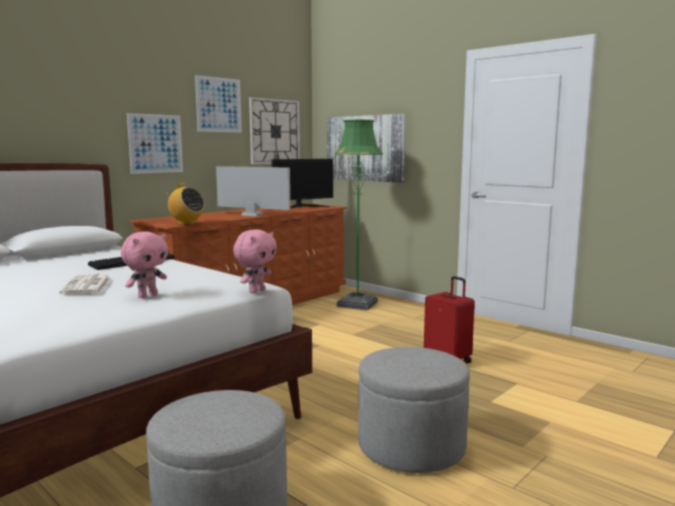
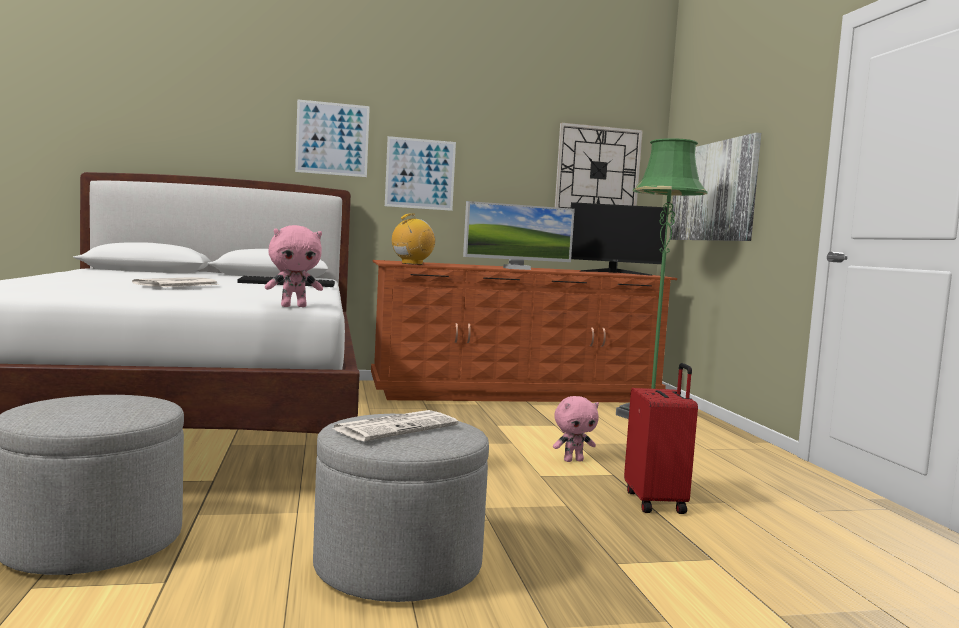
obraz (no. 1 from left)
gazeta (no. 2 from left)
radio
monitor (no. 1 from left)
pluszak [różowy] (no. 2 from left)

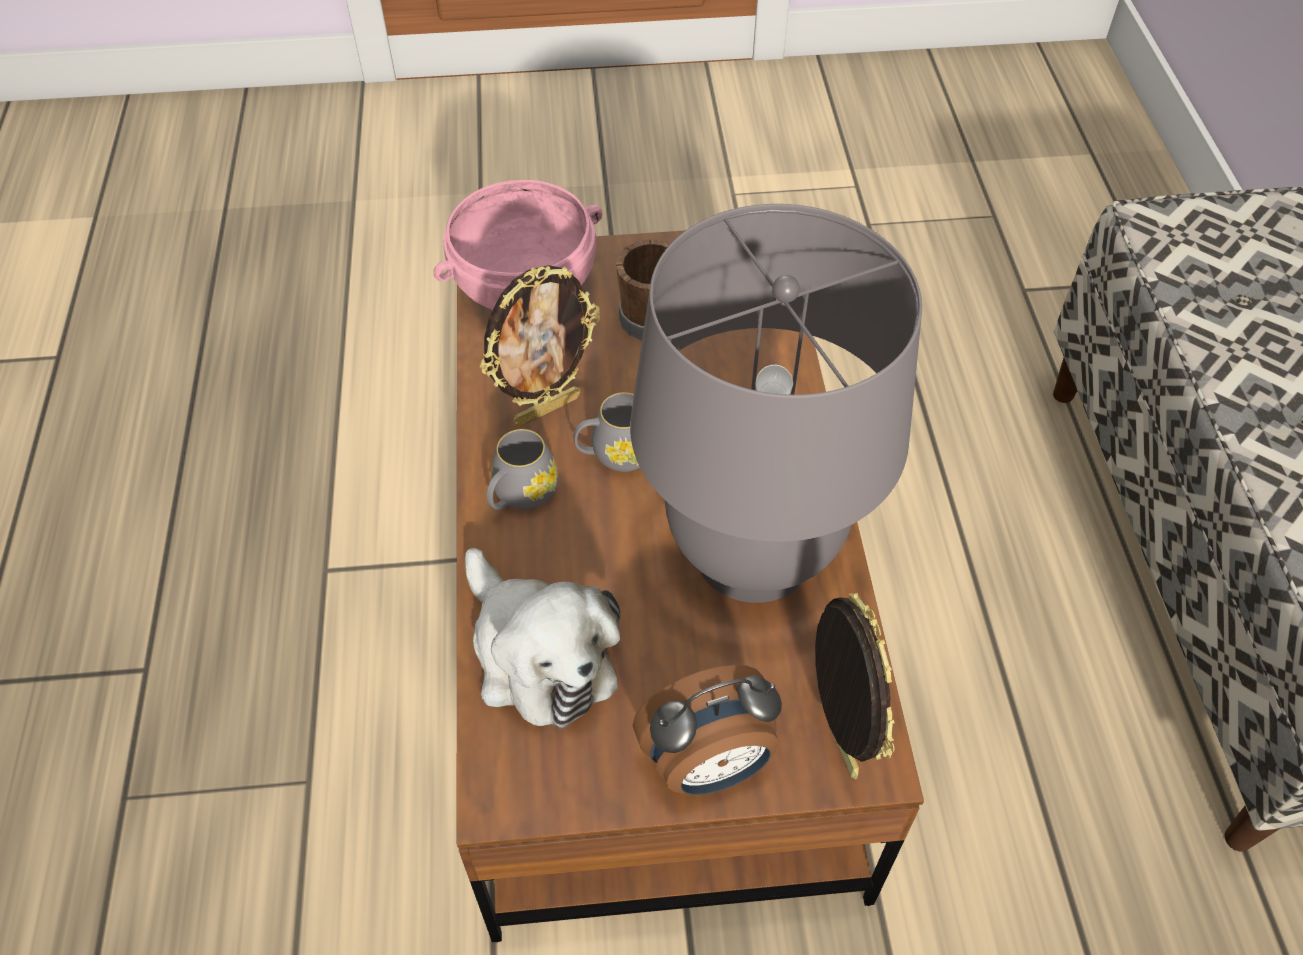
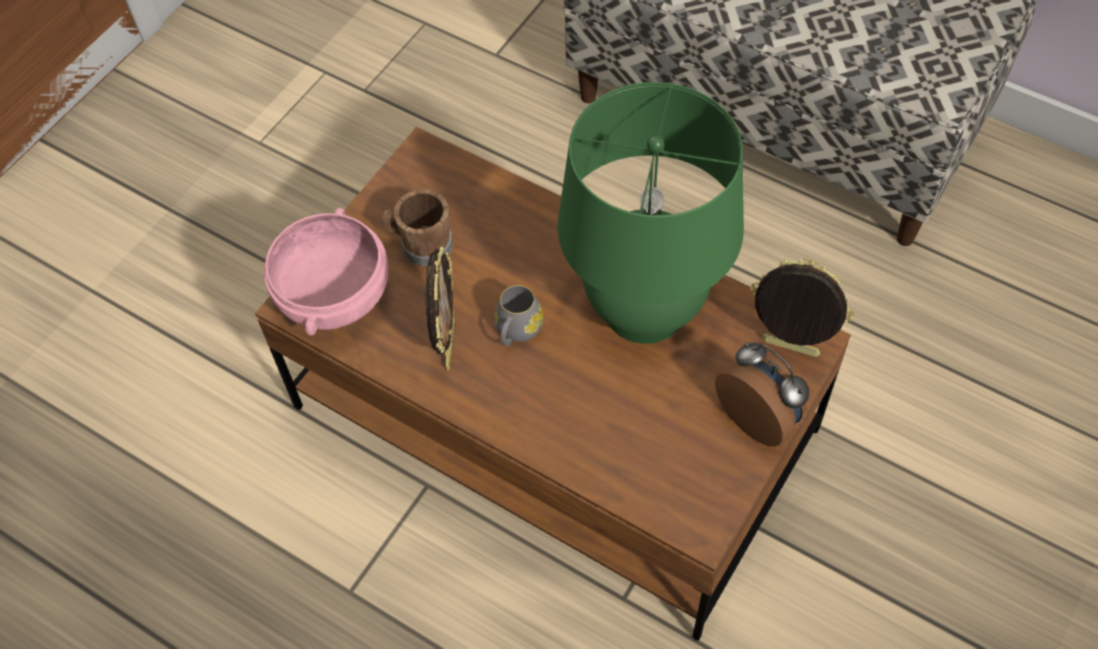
lampa stołowa [zielony]
budzik
pluszak
kubek [szary] (no. 1 from left in the first image)

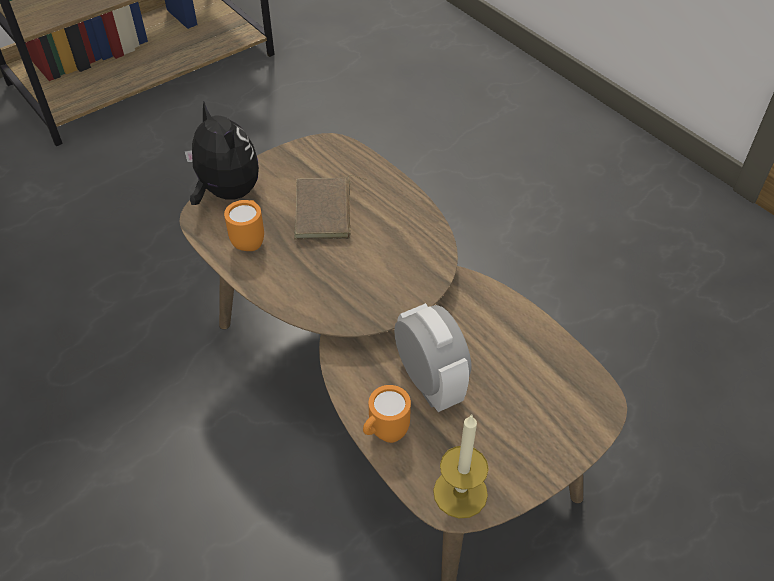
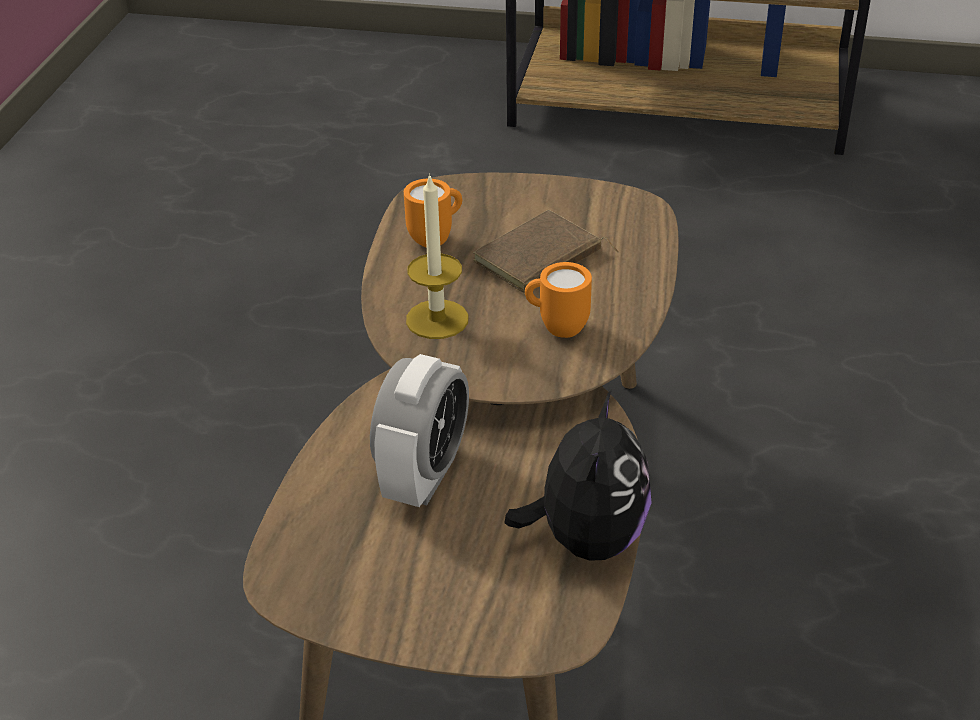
świeca
pluszak
kubek [pomarańczowy] (no. 2 from left)

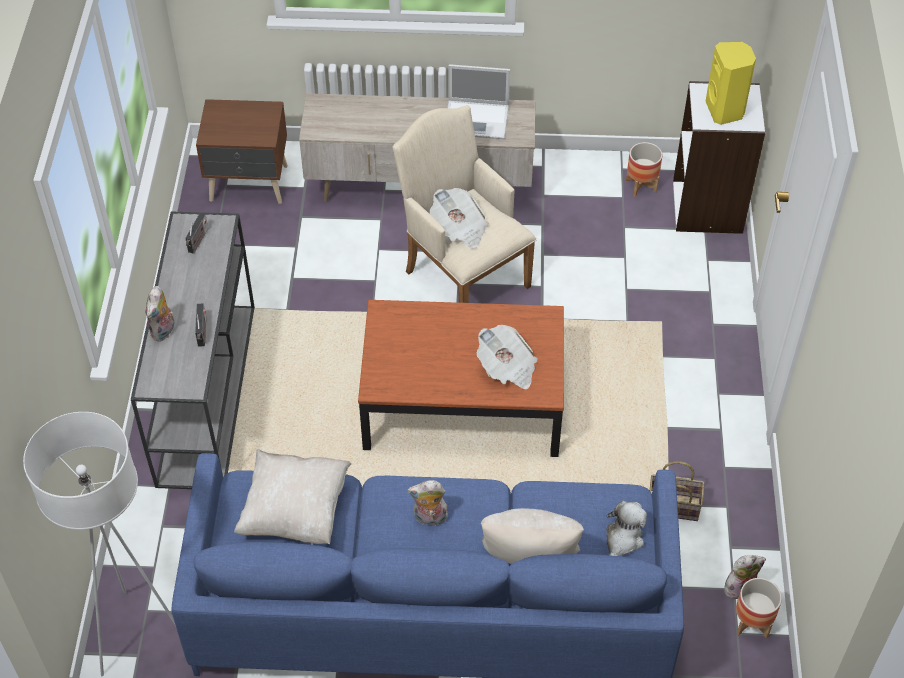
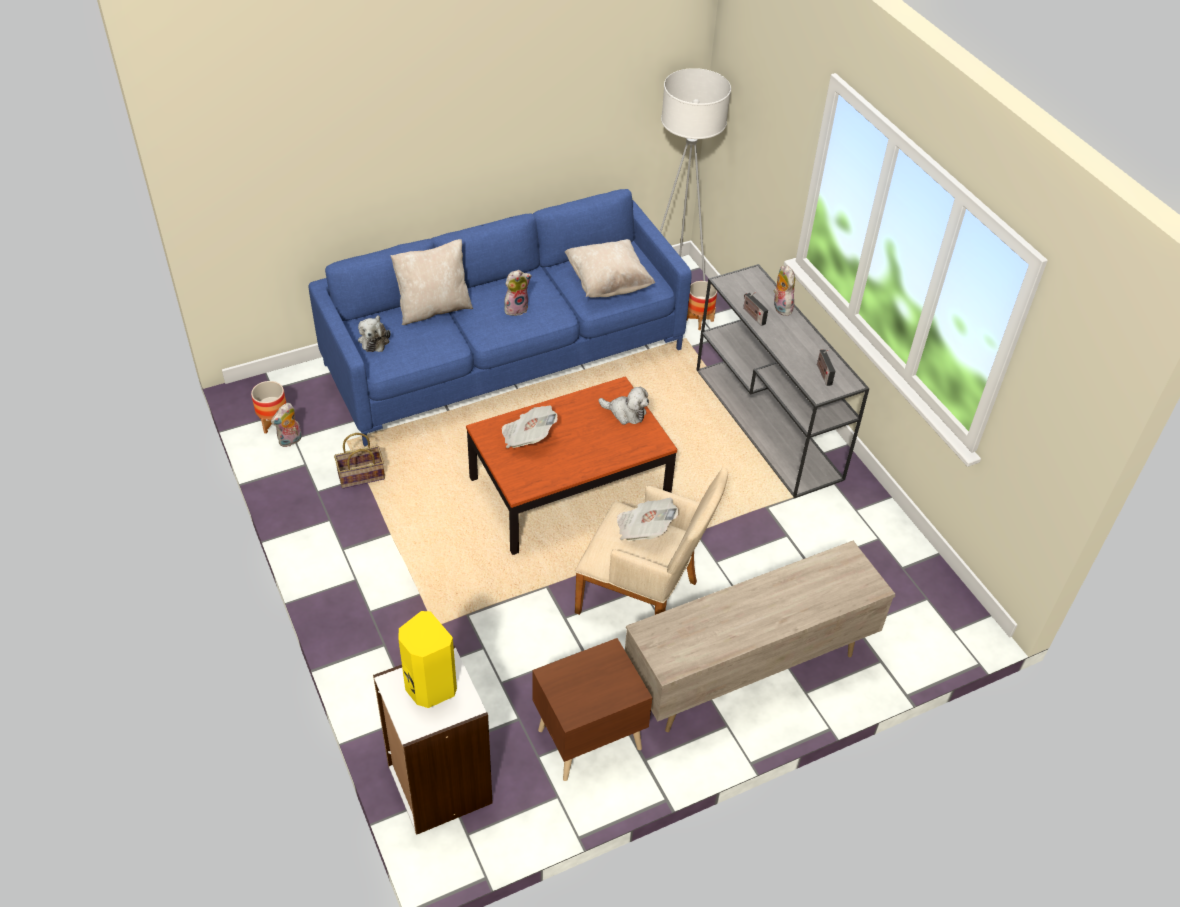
szafka nocna [brązowy]
pluszak (no. 4 from left)
donica (no. 2 from left)
laptop

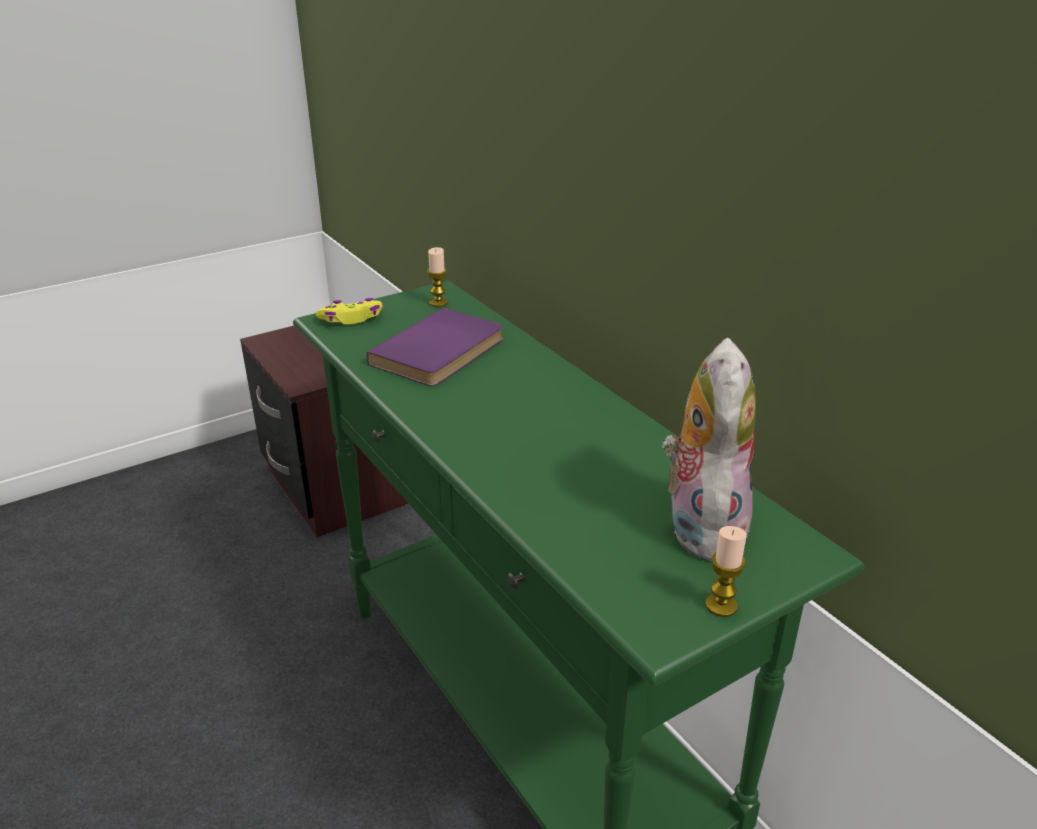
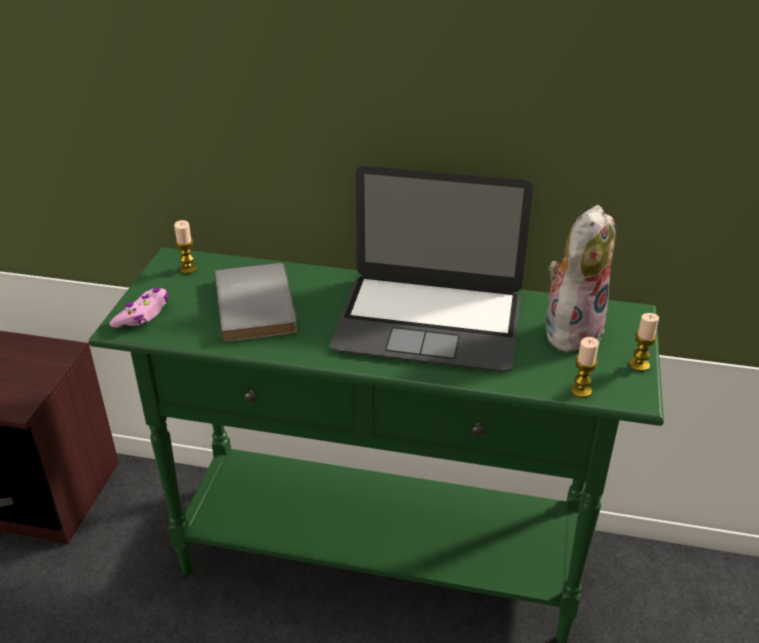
pad do gier [różowy]
książka [szary]
laptop
pluszak
świeca (no. 2 from left)

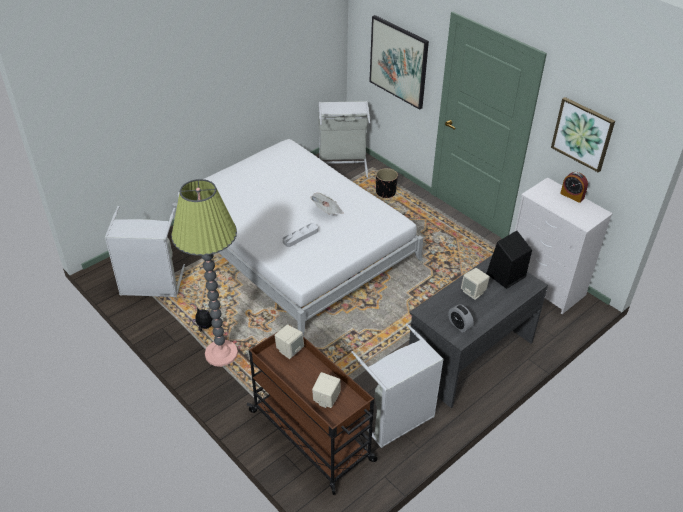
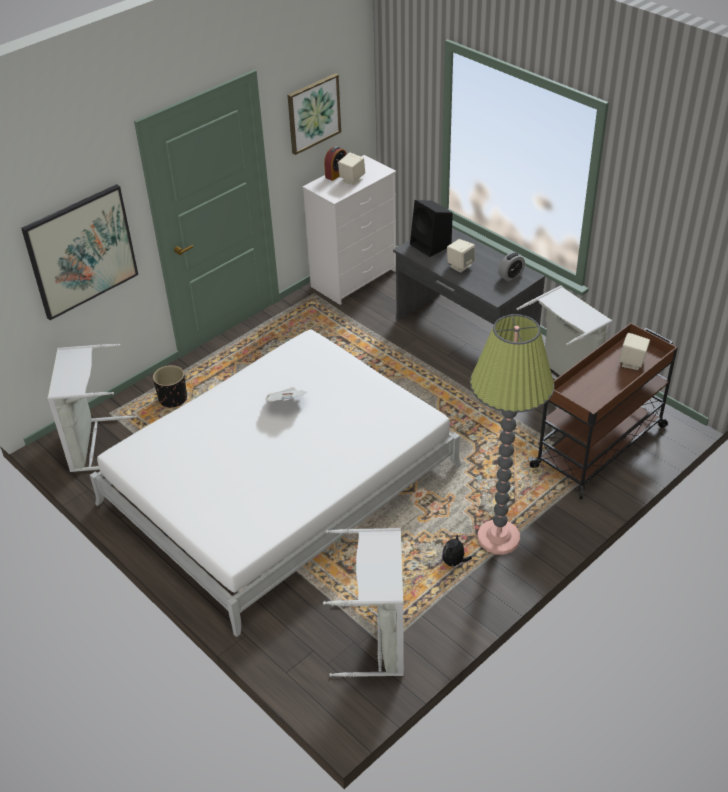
głośnik [beżowy] (no. 1 from left)
taca [szary]

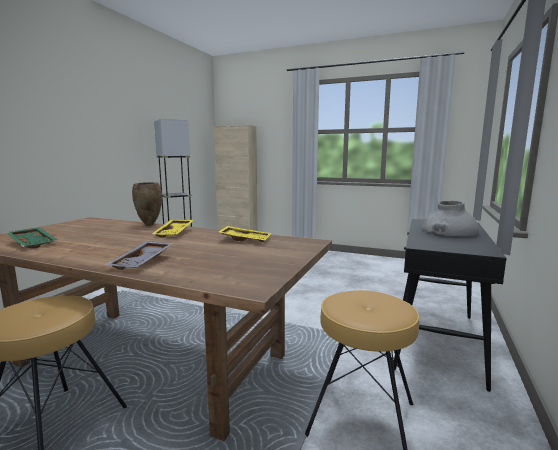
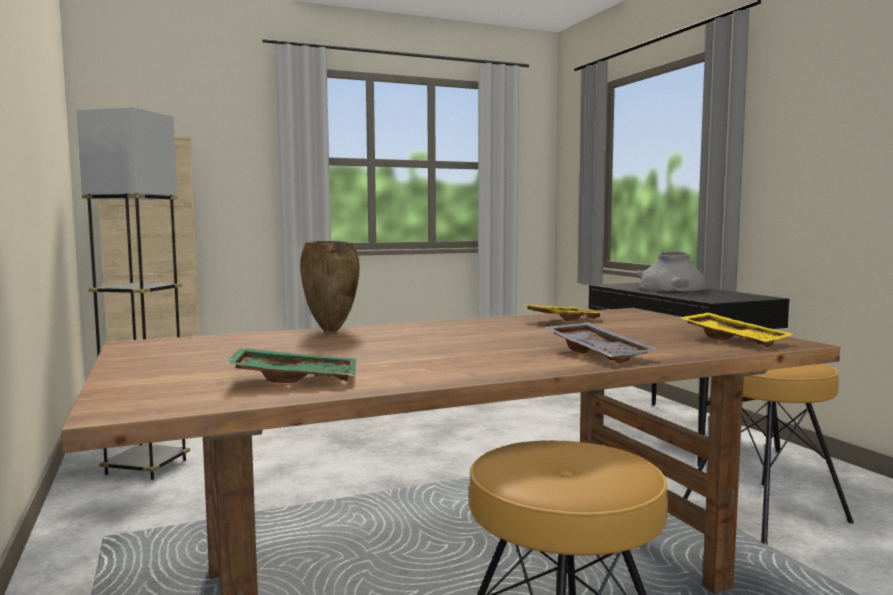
taca [żółty] (no. 2 from left)

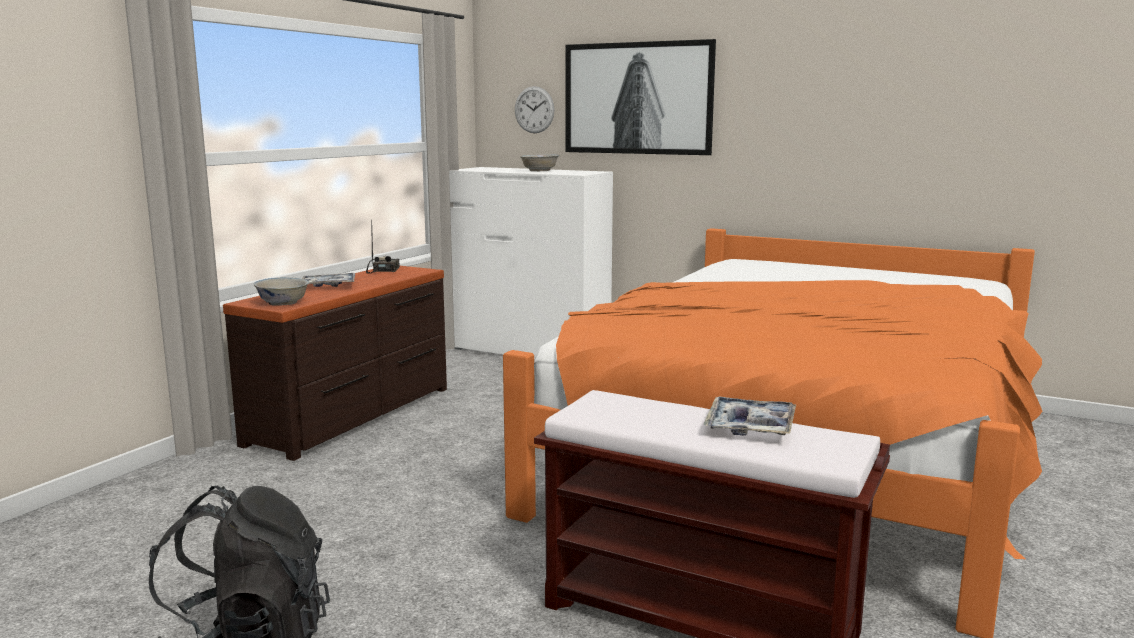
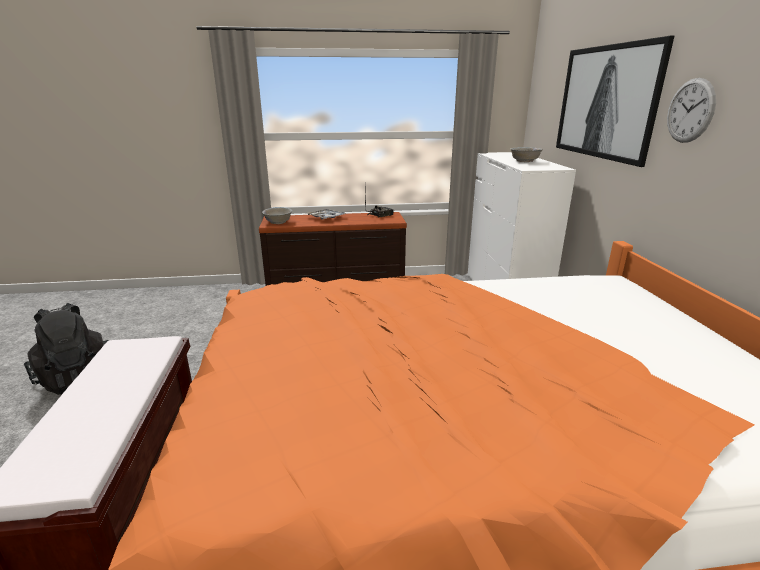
zegar ścienny
taca (no. 2 from left in the first image)

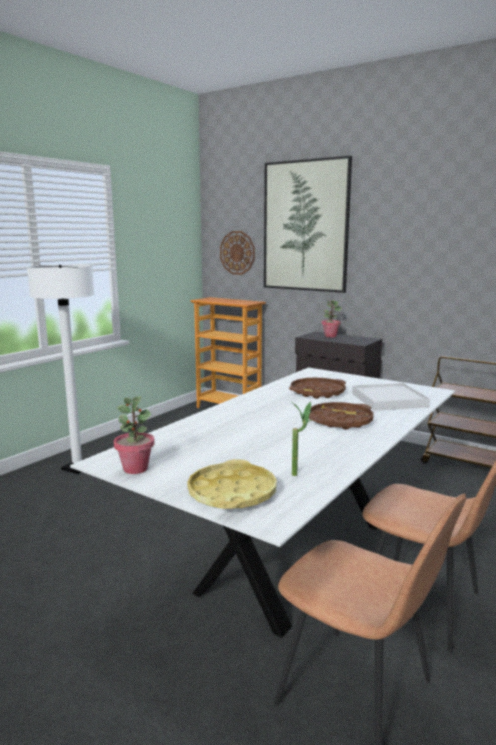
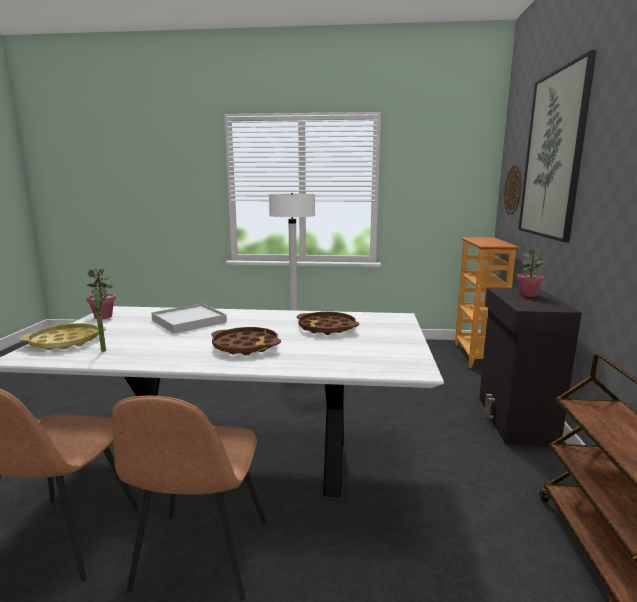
taca [biały]

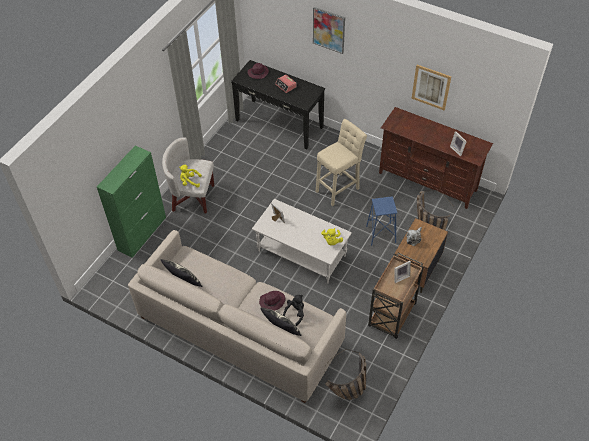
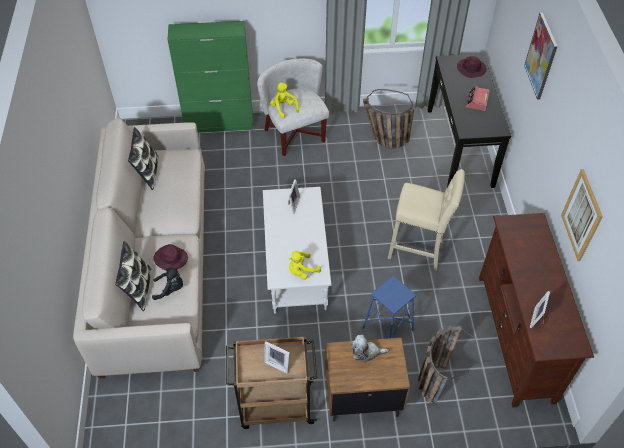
koszyk (no. 1 from left)

